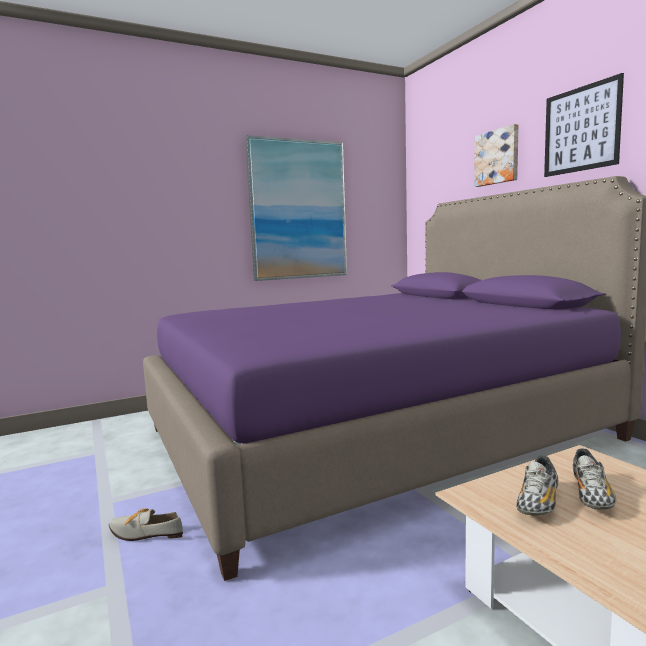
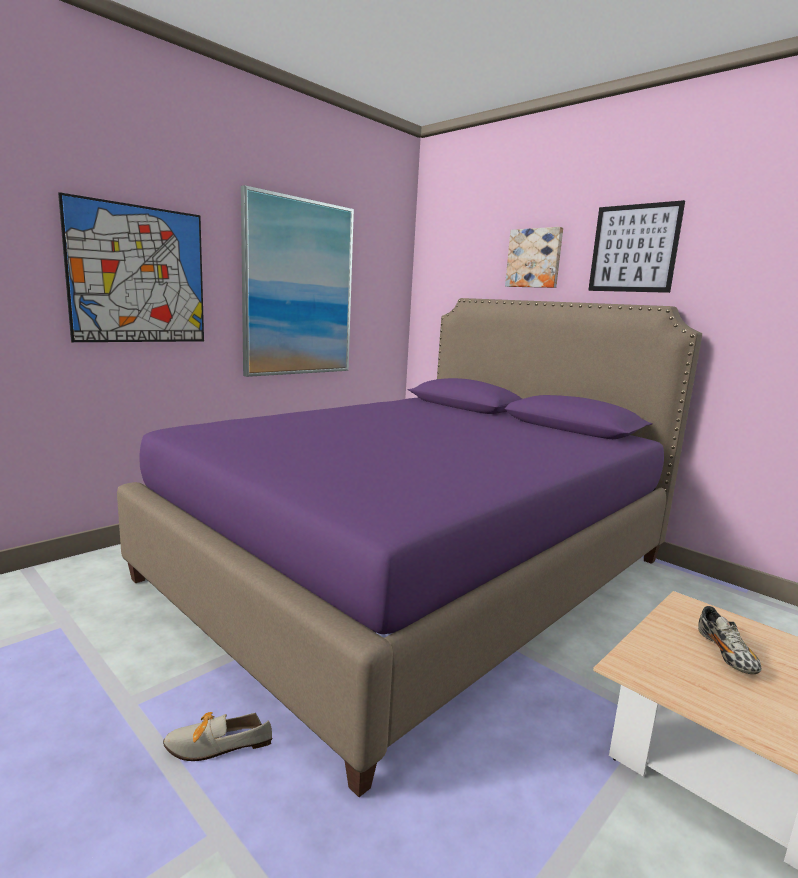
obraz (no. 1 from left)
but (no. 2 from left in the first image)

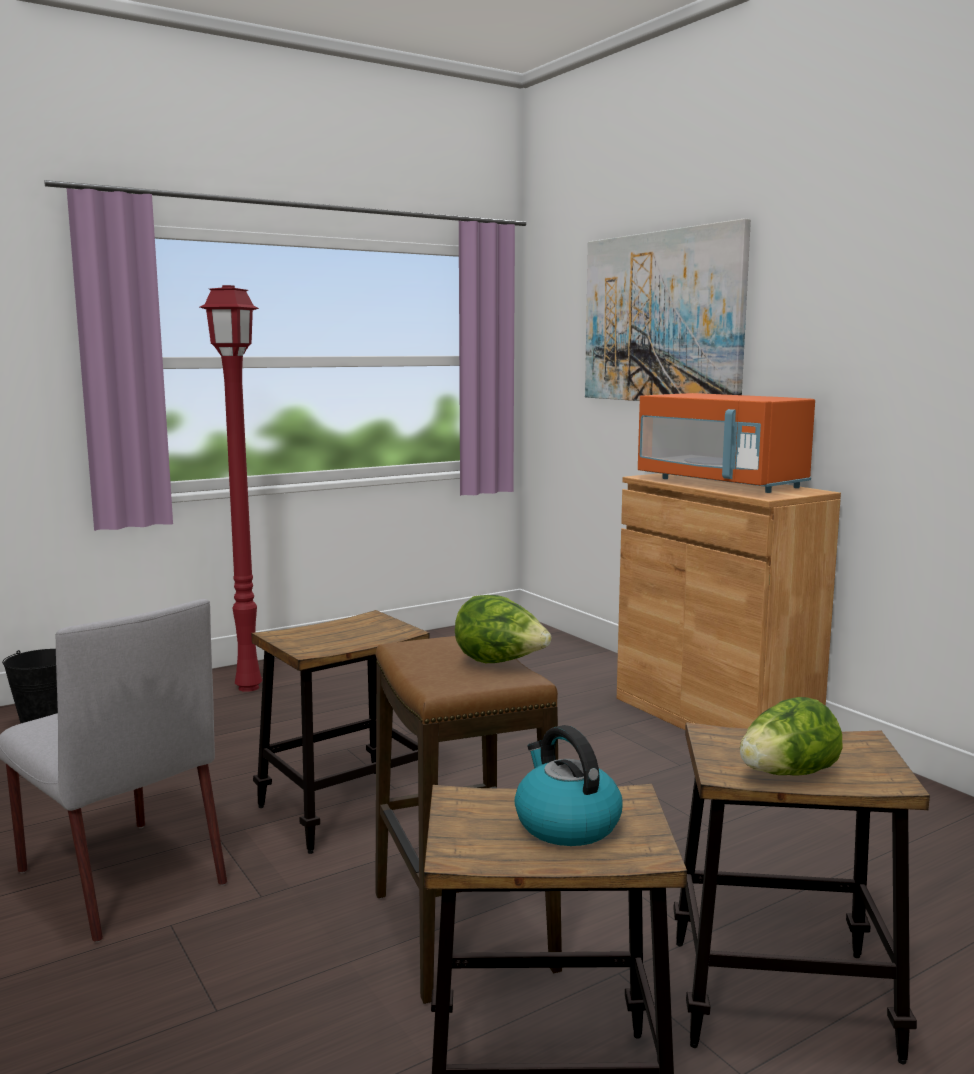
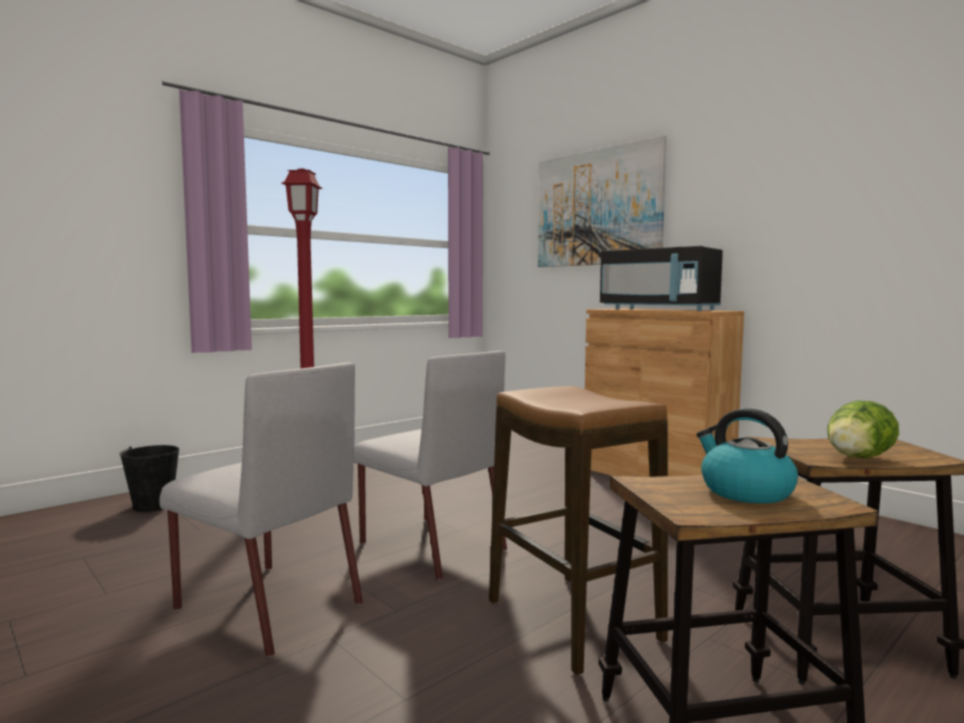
krzesło [szary] (no. 2 from left)
mikrofalówka [czarny]
sałata (no. 1 from left in the first image)

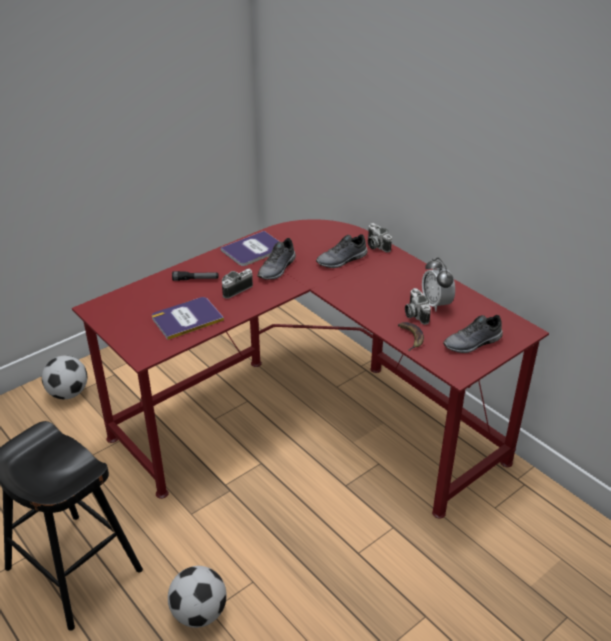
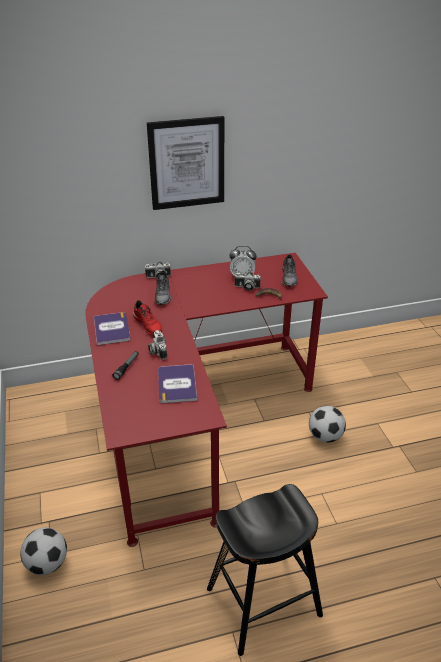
but [czerwony]
obraz
piłka futbolowa (no. 2 from left)

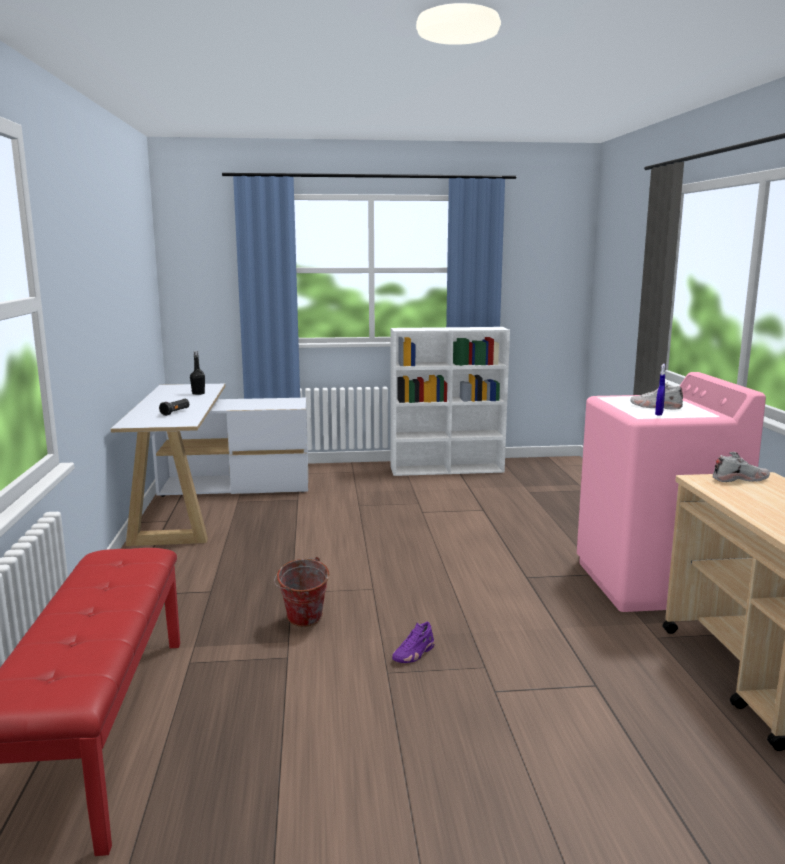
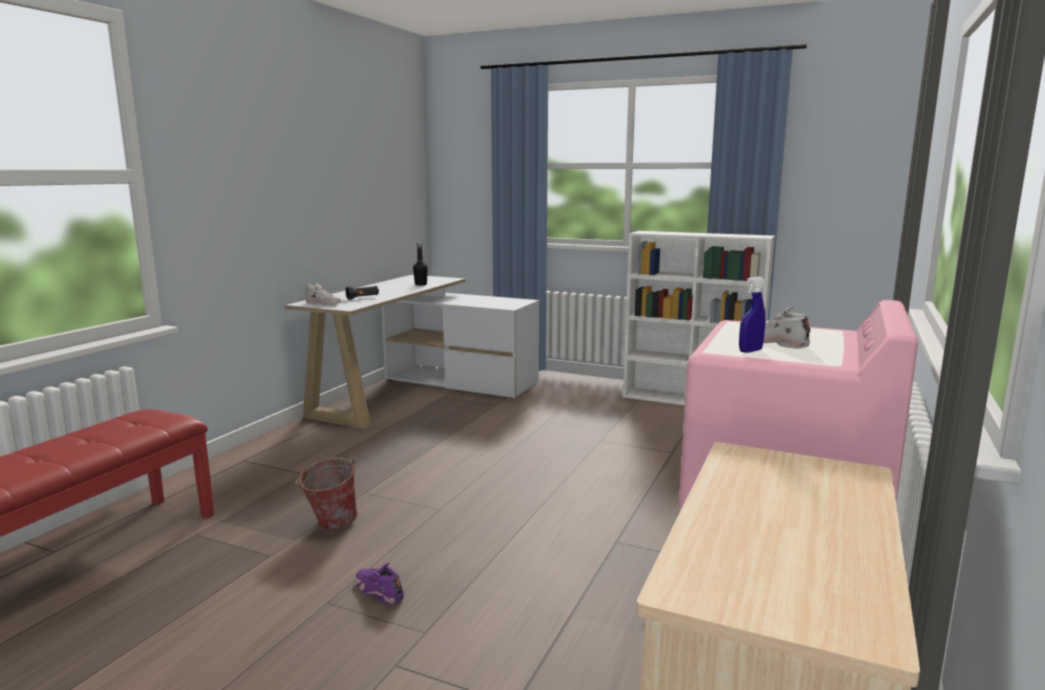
but [biały] (no. 1 from left)
but [fioletowy]

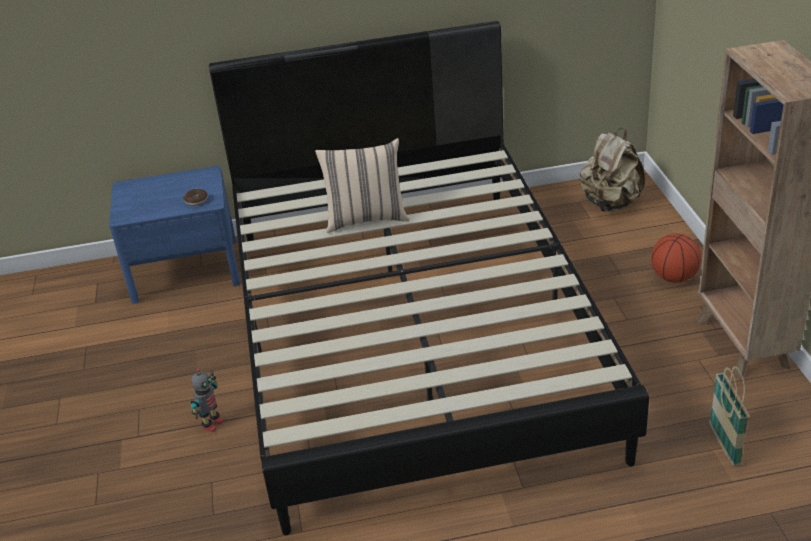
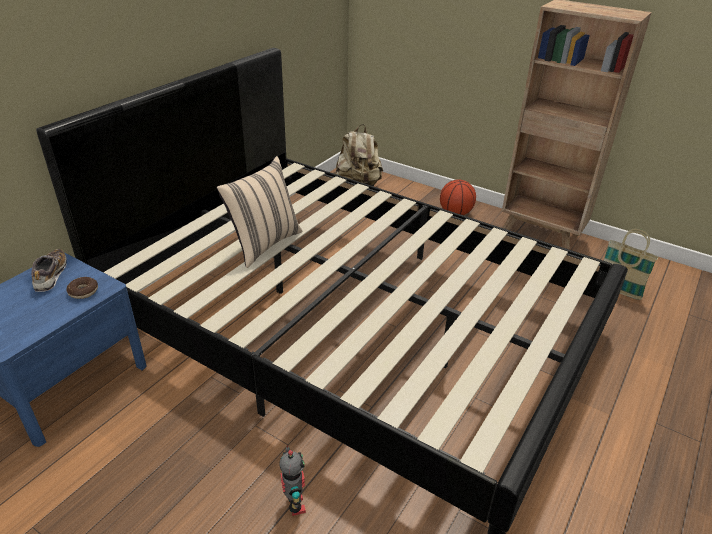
but

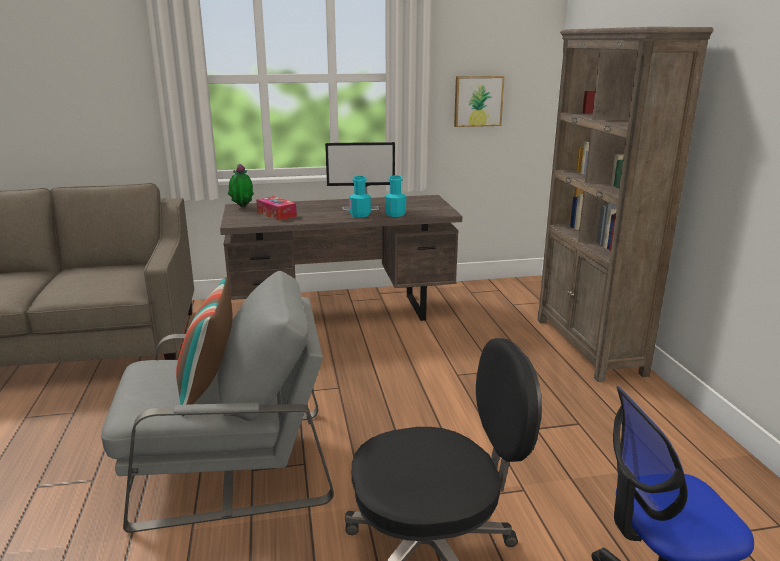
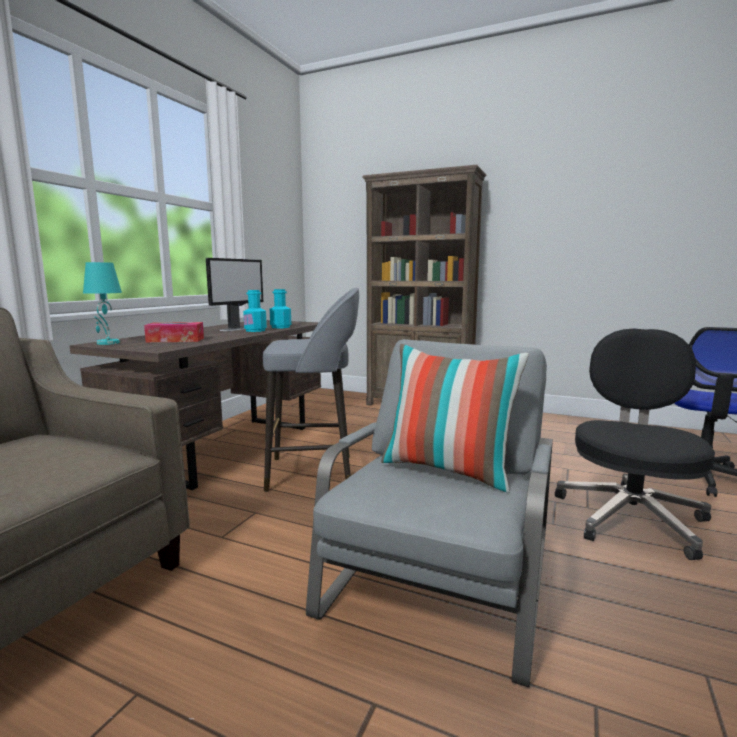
lampa stołowa [turkusowy]
stołek [szary]
obraz

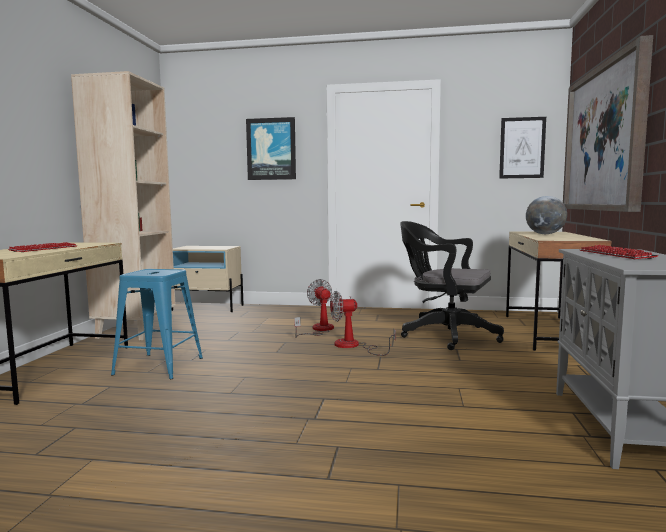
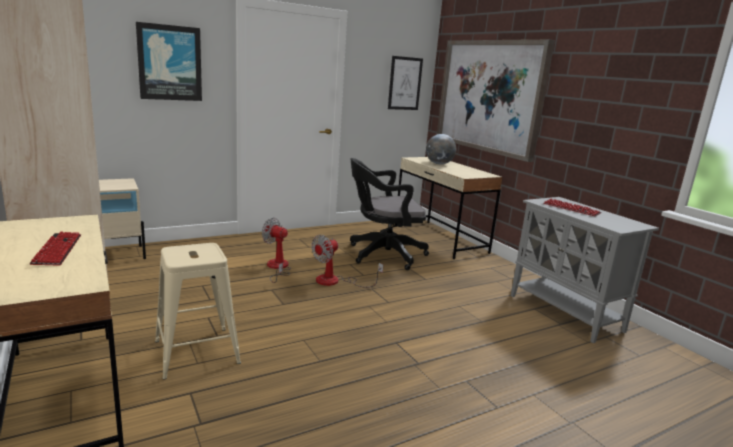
stołek [beżowy]

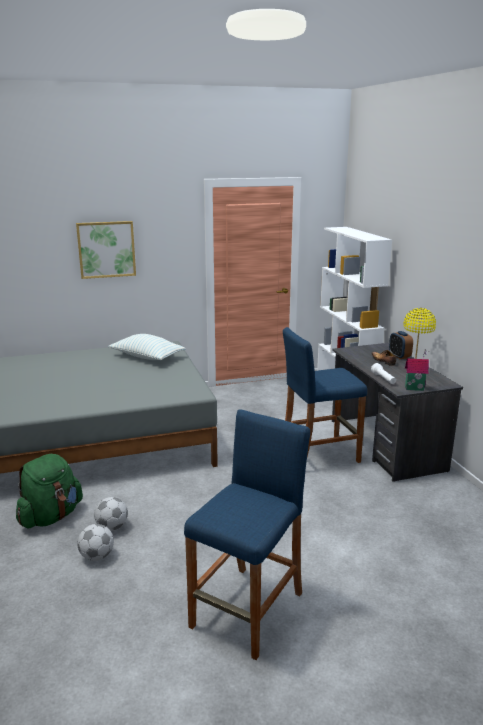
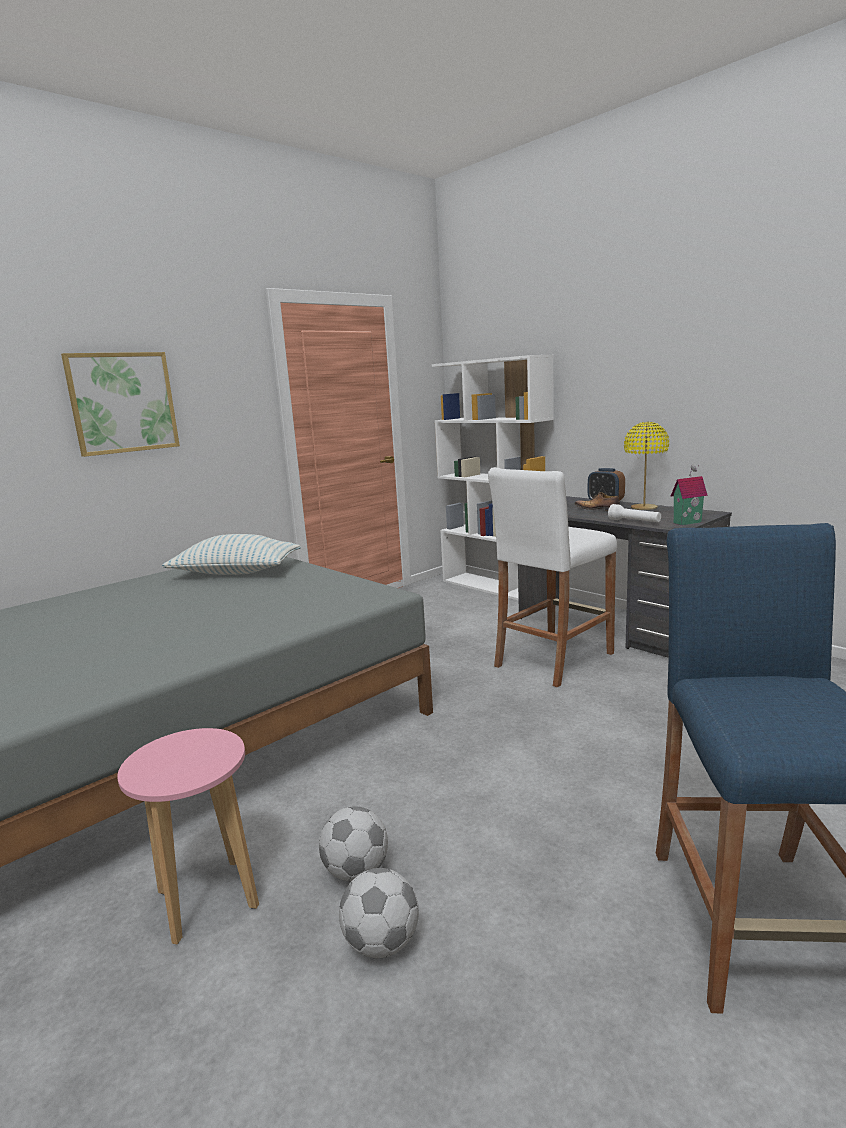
stołek [różowy]
stołek [biały]

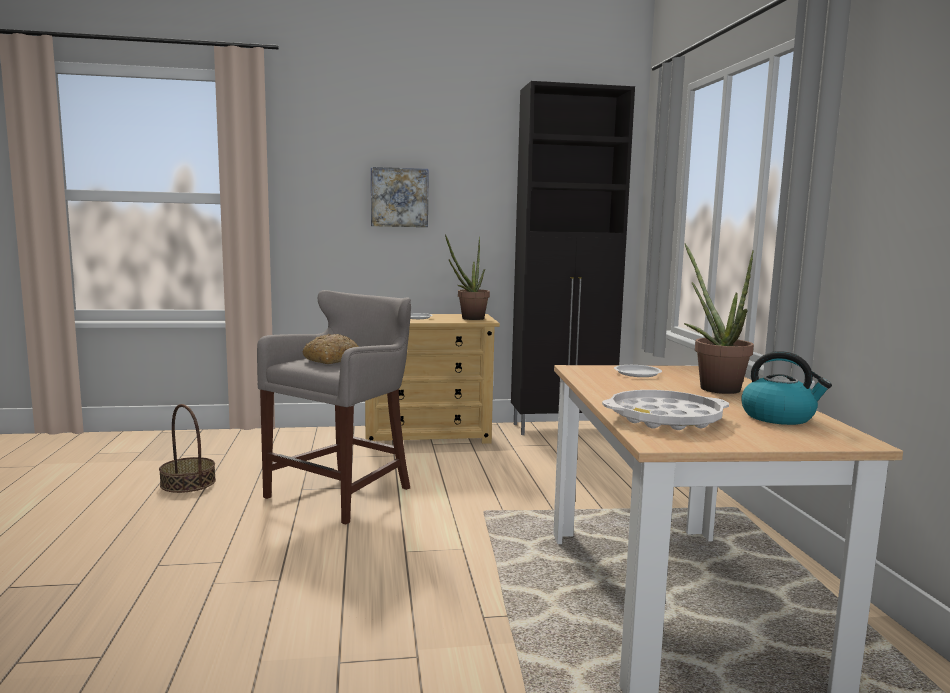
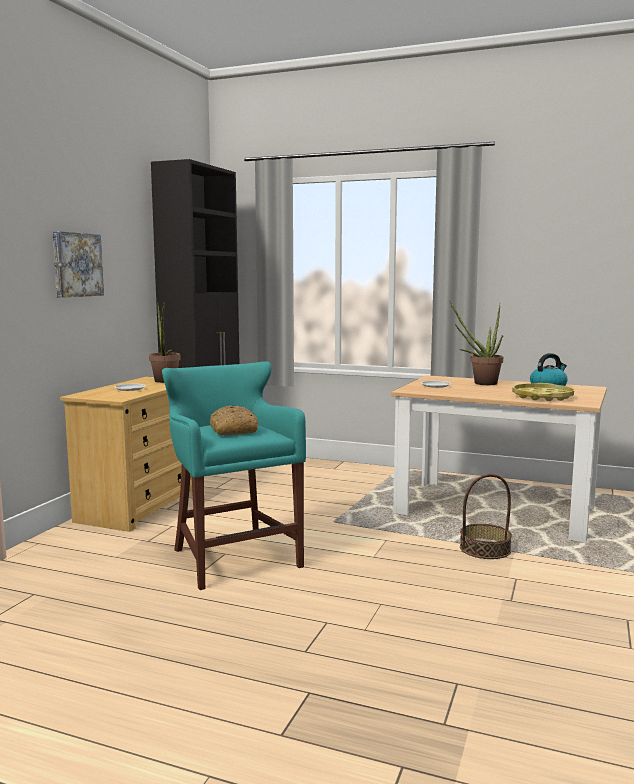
stołek [turkusowy]
koszyk
taca [żółty]

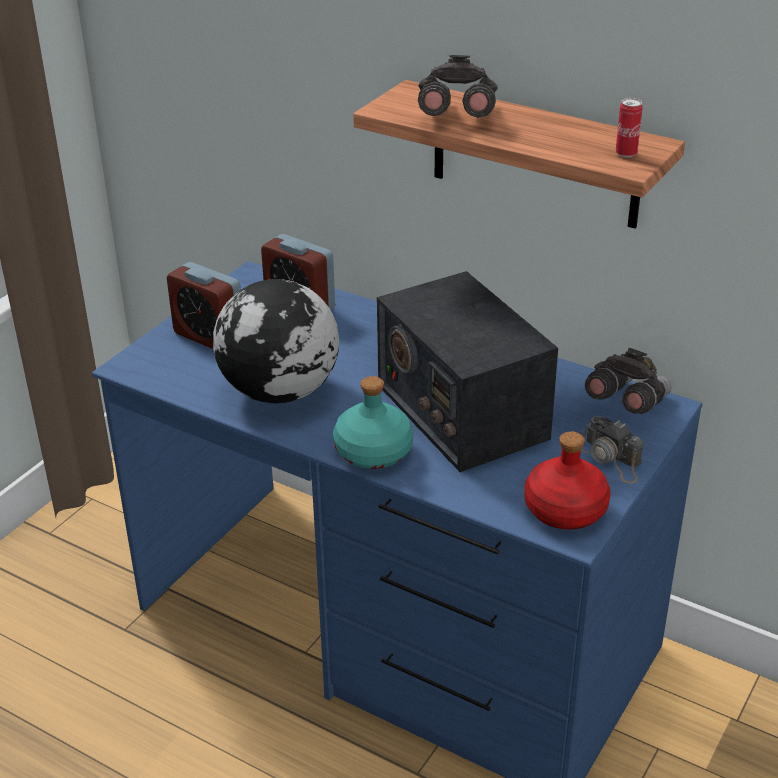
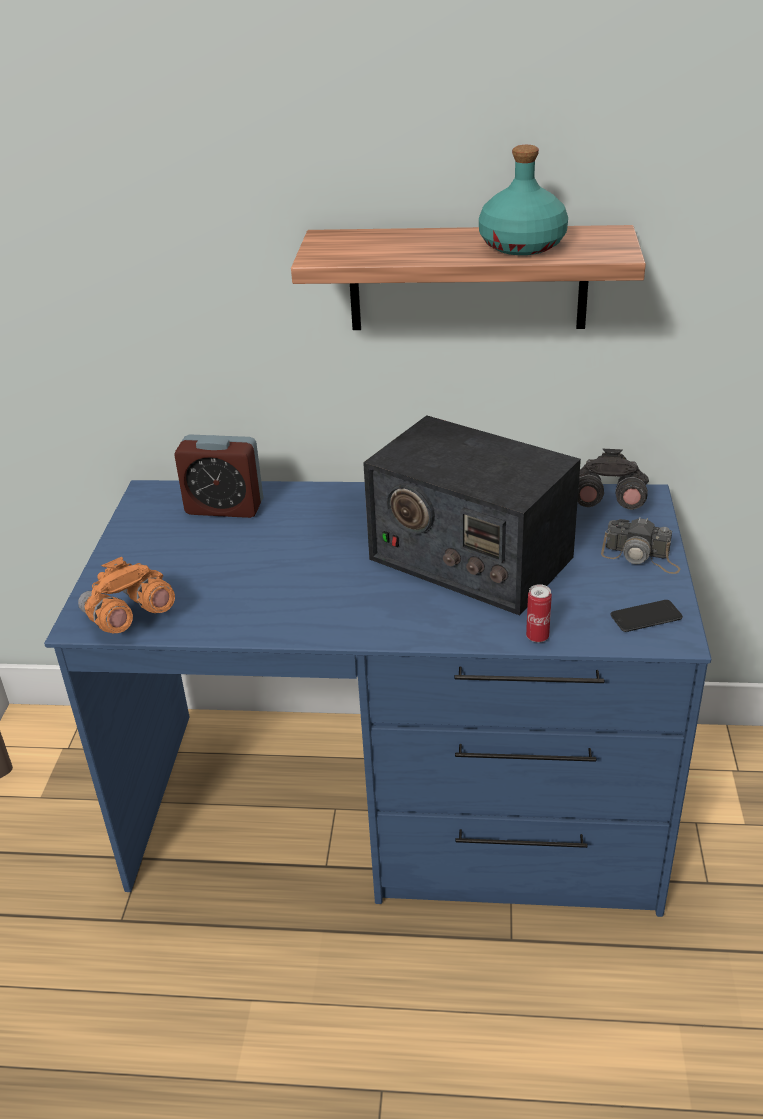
lornetka [pomarańczowy]
butelka [turkusowy]
puszka
telefon
budzik (no. 1 from left in the first image)
globus
lornetka [szary] (no. 1 from left in the first image)

